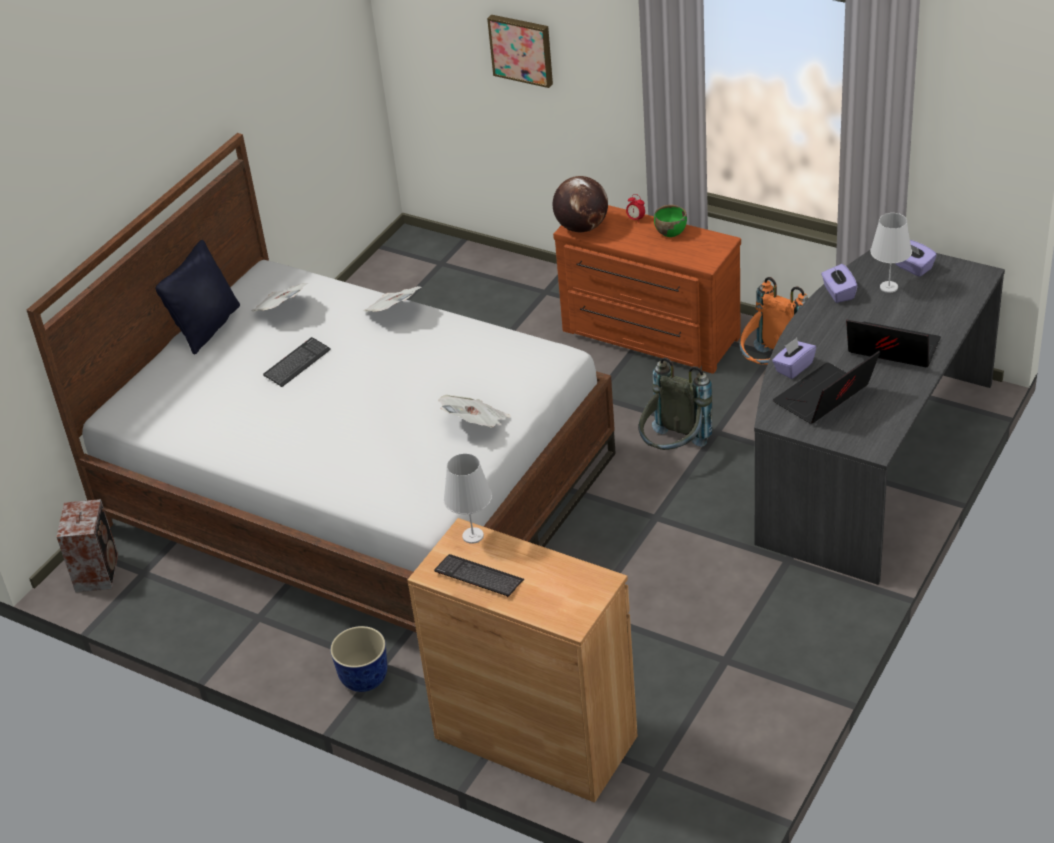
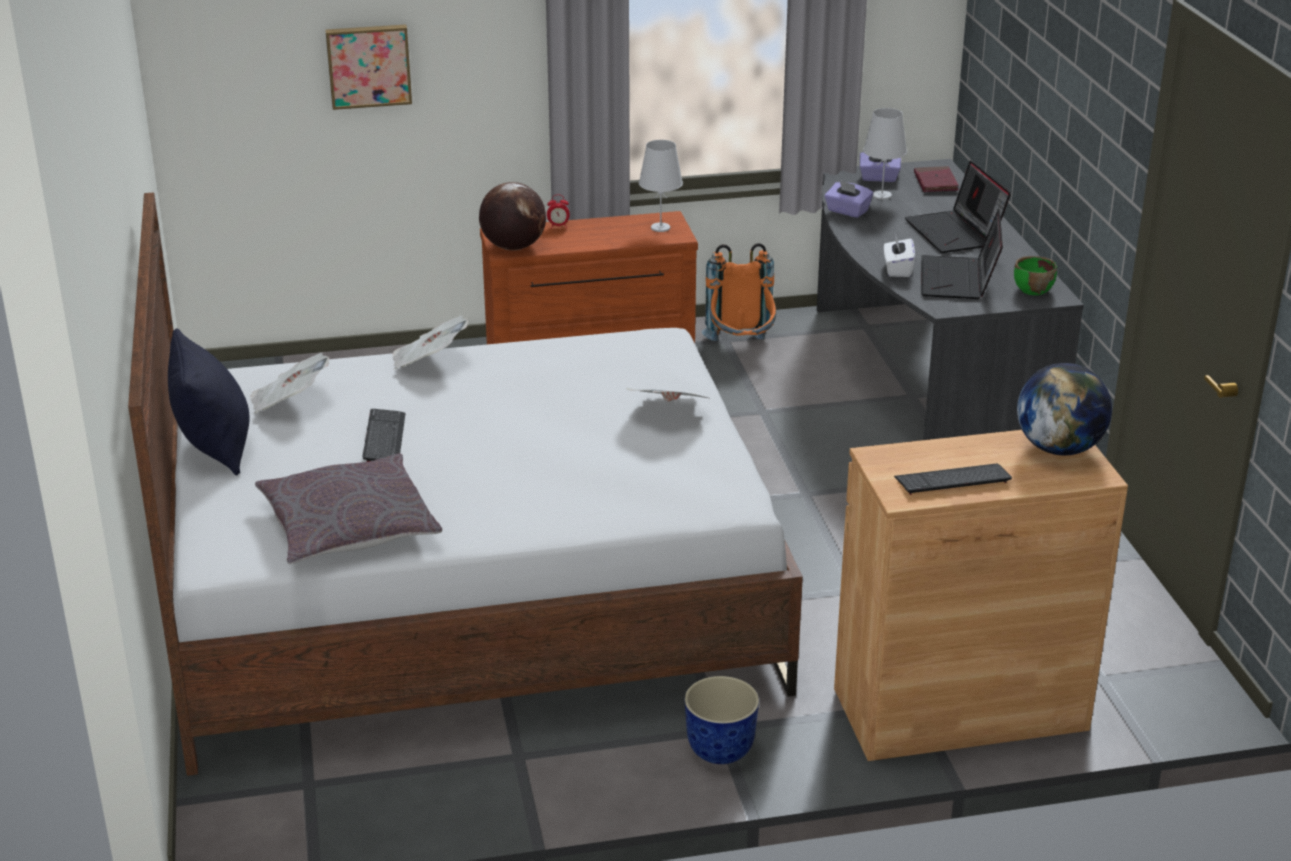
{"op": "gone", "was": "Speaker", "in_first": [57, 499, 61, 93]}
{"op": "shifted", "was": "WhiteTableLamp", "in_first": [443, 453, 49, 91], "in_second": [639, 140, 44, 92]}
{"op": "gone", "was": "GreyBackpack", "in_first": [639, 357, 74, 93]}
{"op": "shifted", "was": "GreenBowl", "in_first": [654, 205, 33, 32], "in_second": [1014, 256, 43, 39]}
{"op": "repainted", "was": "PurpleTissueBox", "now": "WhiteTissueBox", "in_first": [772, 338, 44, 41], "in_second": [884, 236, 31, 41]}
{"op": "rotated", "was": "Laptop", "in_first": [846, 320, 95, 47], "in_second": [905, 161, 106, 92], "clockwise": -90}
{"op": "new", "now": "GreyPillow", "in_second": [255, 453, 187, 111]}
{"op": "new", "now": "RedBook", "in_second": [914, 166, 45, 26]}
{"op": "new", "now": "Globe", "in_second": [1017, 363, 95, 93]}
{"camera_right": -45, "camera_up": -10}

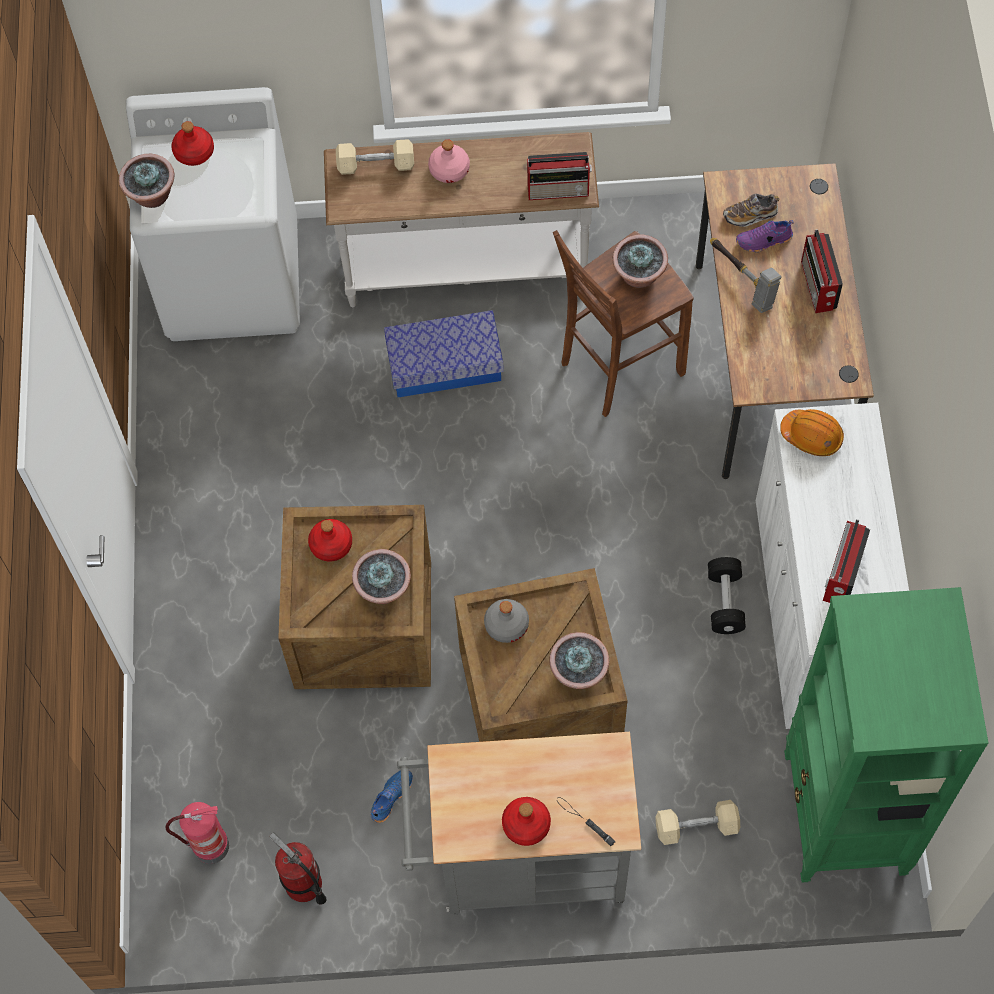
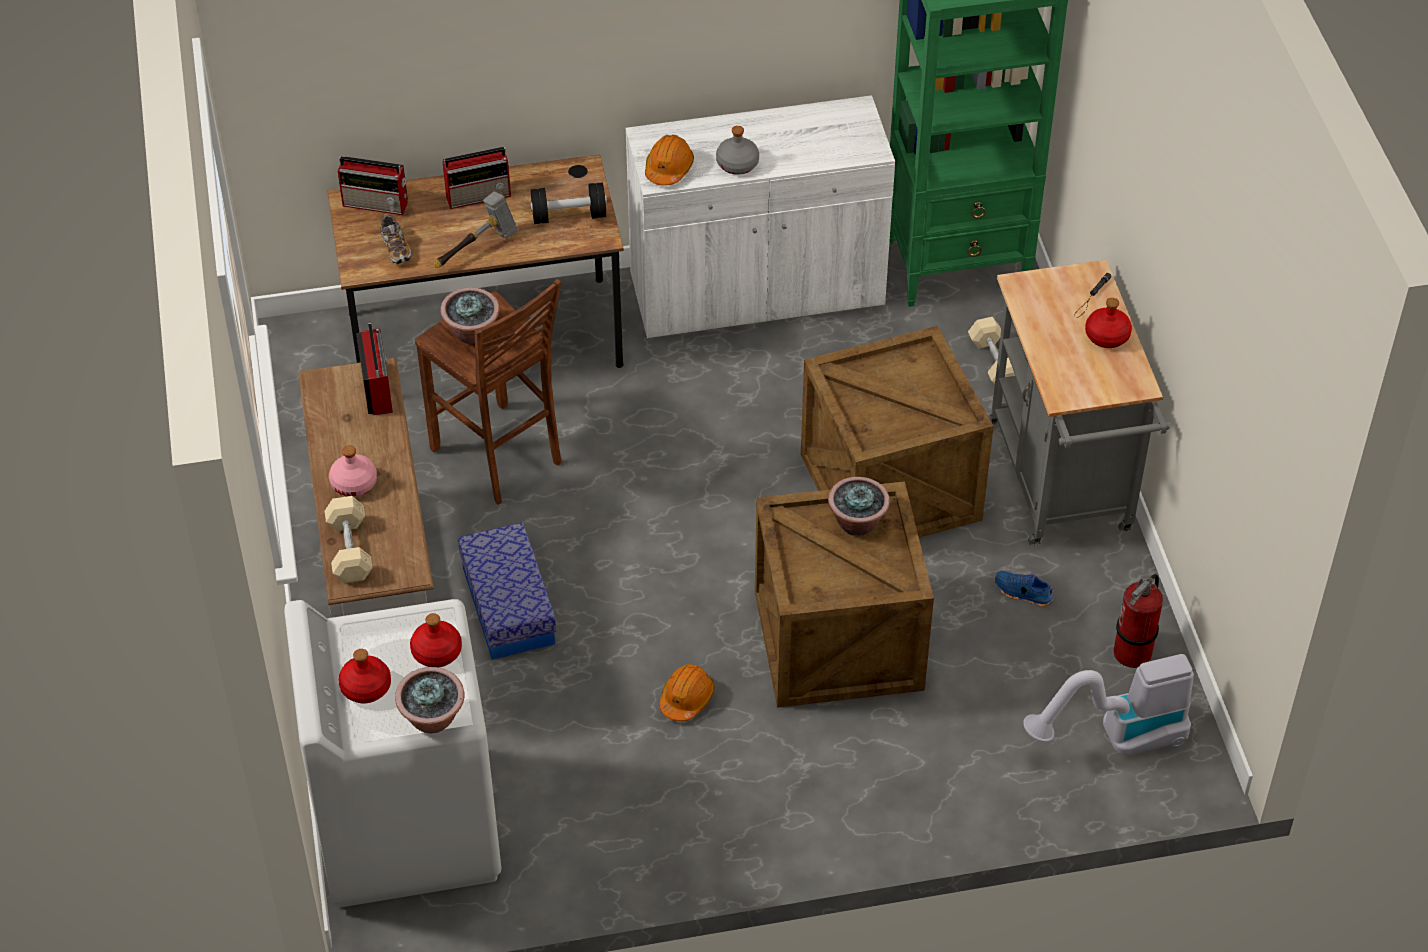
{"op": "swapped", "was": "FireExtinguisher", "now": "VacuumCleaner", "in_first": [166, 802, 63, 62], "in_second": [1023, 654, 171, 101]}
{"op": "shifted", "was": "RedBottle", "in_first": [308, 519, 44, 42], "in_second": [410, 613, 52, 55]}
{"op": "shifted", "was": "GreyBottle", "in_first": [484, 599, 45, 44], "in_second": [716, 126, 43, 49]}
{"op": "gone", "was": "PottedPlant", "in_first": [549, 632, 60, 57]}
{"op": "shifted", "was": "BlackDumbbell", "in_first": [708, 557, 38, 77], "in_second": [530, 182, 77, 42]}
{"op": "gone", "was": "PurpleShoe", "in_first": [736, 220, 58, 32]}
{"op": "shifted", "was": "Radio", "in_first": [823, 519, 47, 84], "in_second": [338, 157, 70, 58]}
{"op": "new", "now": "OrangeHardHat", "in_second": [659, 664, 55, 57]}
{"camera_right": -100, "camera_up": -15}

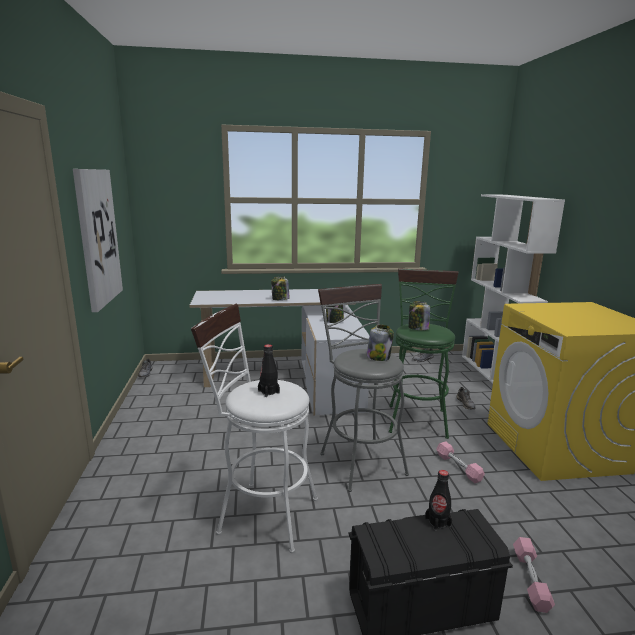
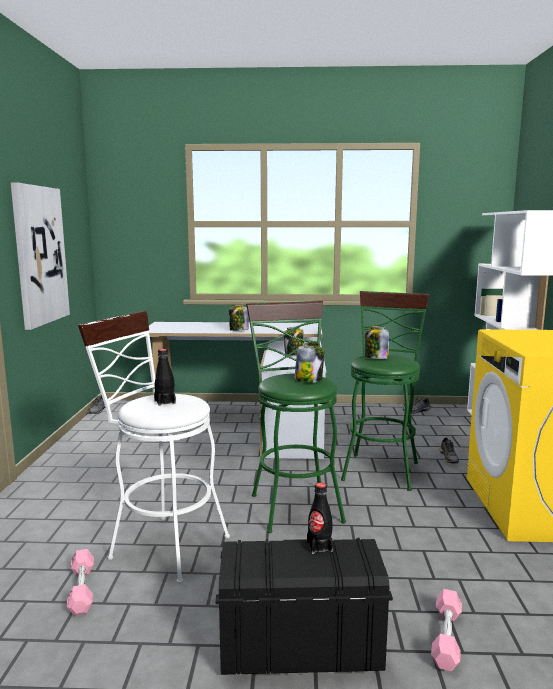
{"op": "repainted", "was": "GreyStool", "now": "GreenStool", "in_first": [318, 284, 91, 208], "in_second": [246, 301, 100, 232]}
{"op": "shifted", "was": "PinkDumbbell", "in_first": [437, 441, 48, 42], "in_second": [66, 549, 28, 67]}
{"camera_right": 10, "camera_up": -5}

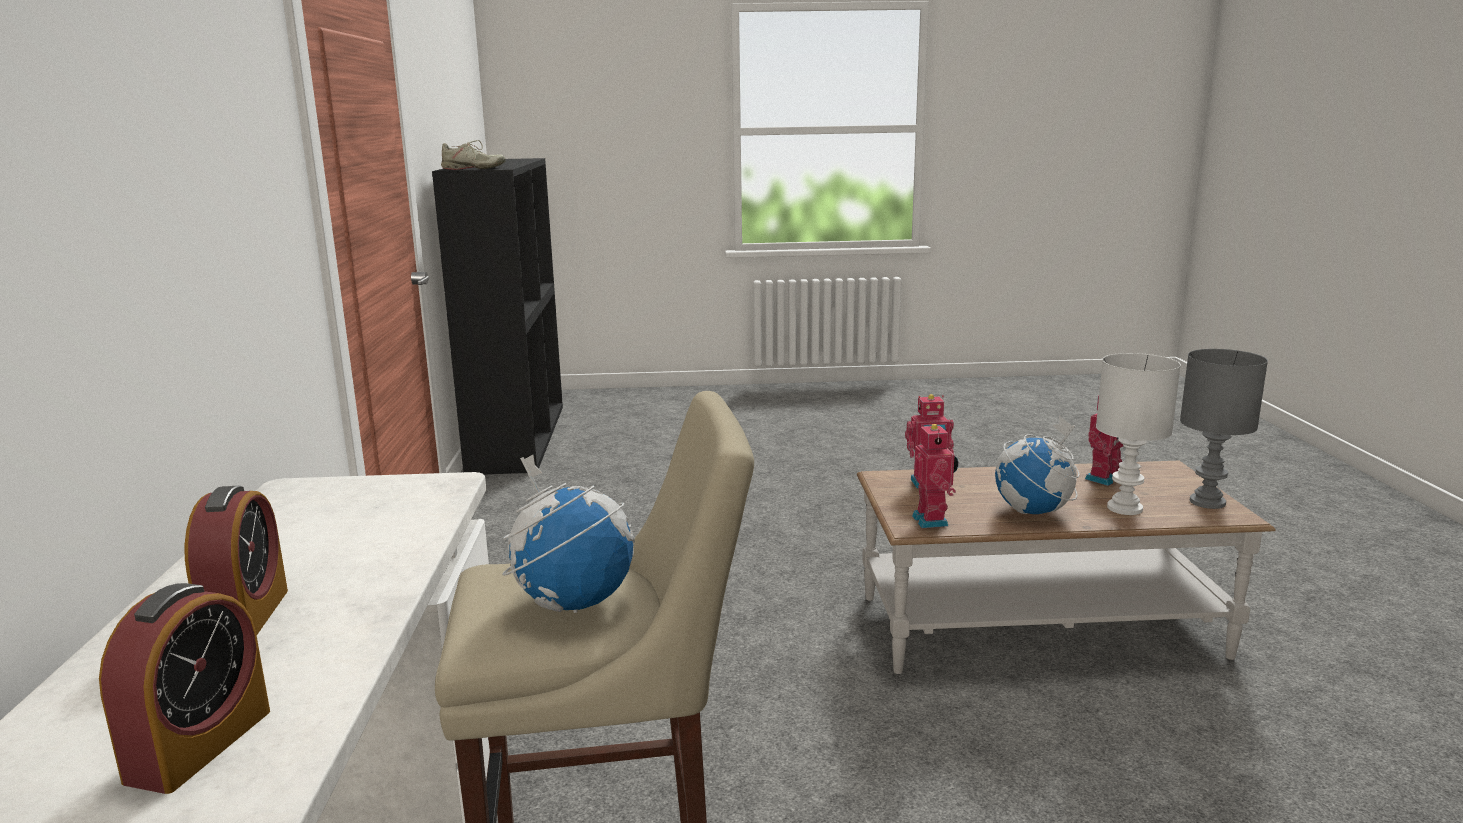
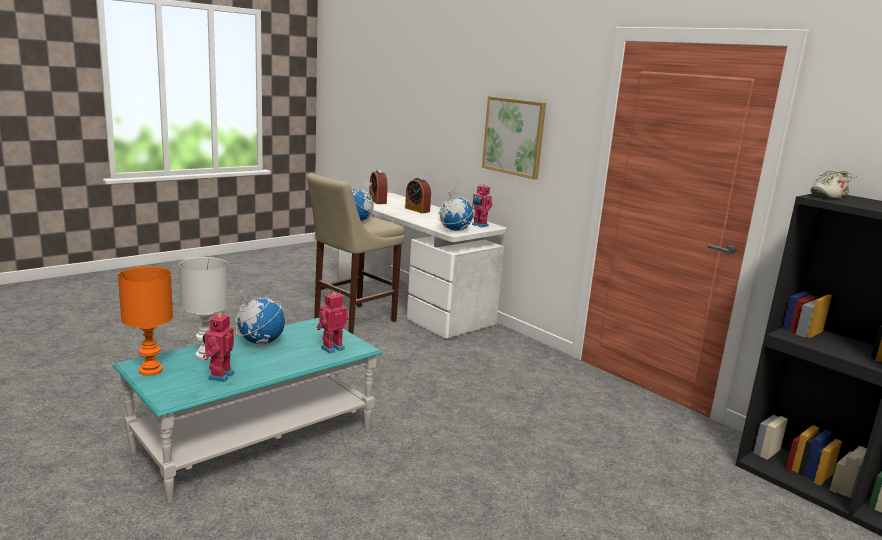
{"op": "repainted", "was": "BrownCoffeeTable", "now": "TurquoiseCoffeeTable", "in_first": [857, 461, 419, 213], "in_second": [113, 317, 270, 186]}
{"op": "shifted", "was": "ToyRobot", "in_first": [912, 422, 46, 106], "in_second": [472, 184, 21, 44]}
{"op": "repainted", "was": "GreyTableLamp", "now": "OrangeTableLamp", "in_first": [1180, 349, 88, 160], "in_second": [118, 267, 55, 109]}
{"op": "new", "now": "Globe", "in_second": [438, 189, 36, 42]}
{"op": "new", "now": "Picture", "in_second": [482, 96, 64, 83]}
{"camera_right": 140, "camera_up": 0}

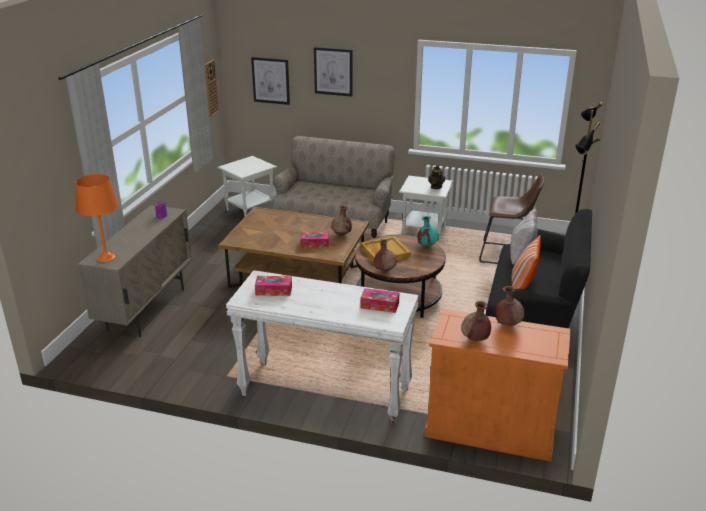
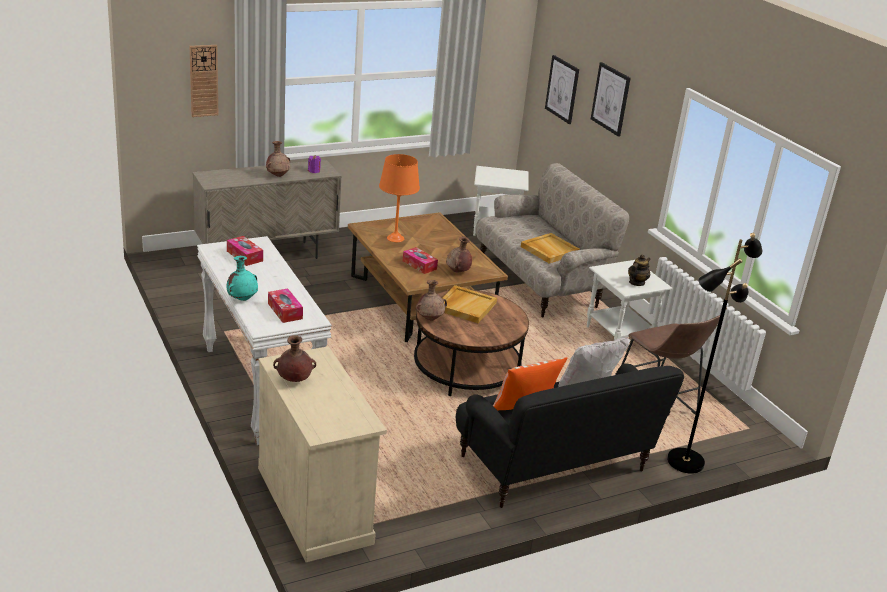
{"op": "shifted", "was": "OrangeTableLamp", "in_first": [75, 174, 44, 88], "in_second": [379, 154, 41, 88]}
{"op": "shifted", "was": "WallClock", "in_first": [205, 59, 14, 58], "in_second": [190, 45, 28, 72]}
{"op": "shifted", "was": "TurquoiseVase", "in_first": [417, 216, 22, 30], "in_second": [226, 256, 32, 45]}
{"op": "repainted", "was": "OrangeCabinet", "now": "BeigeCabinet", "in_first": [425, 309, 146, 153], "in_second": [258, 346, 129, 216]}
{"op": "shifted", "was": "BrownVase", "in_first": [495, 286, 29, 40], "in_second": [266, 141, 24, 36]}
{"op": "new", "now": "BeigeTray", "in_second": [521, 233, 59, 31]}
{"camera_right": 45, "camera_up": 0}

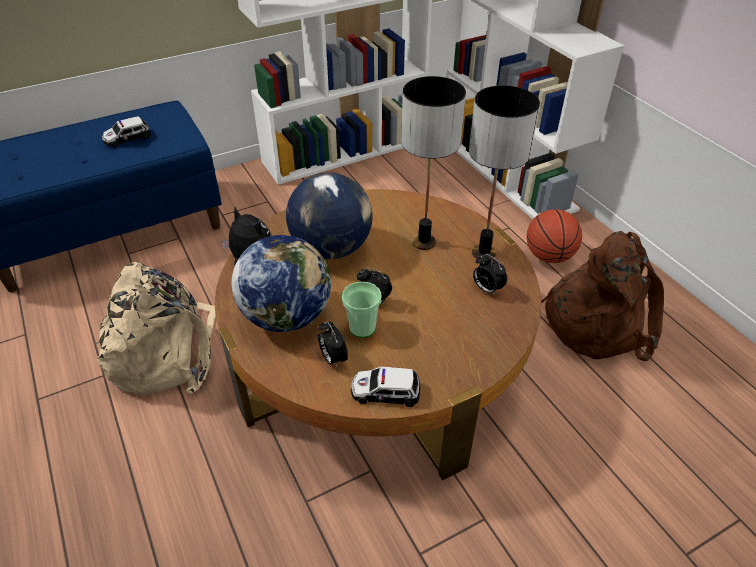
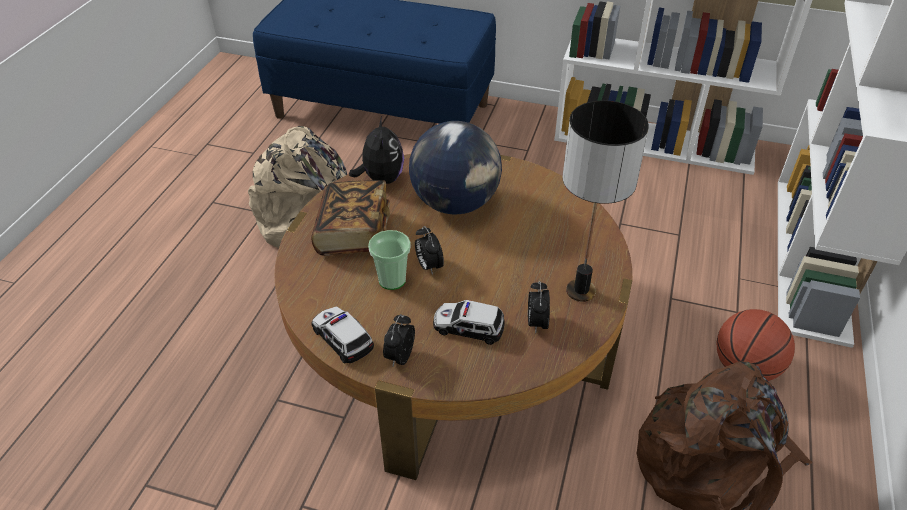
{"op": "shifted", "was": "ToyCar", "in_first": [102, 116, 49, 31], "in_second": [433, 300, 71, 45]}
{"op": "swapped", "was": "Globe", "now": "Book", "in_first": [232, 235, 99, 97], "in_second": [311, 180, 79, 76]}
{"op": "shifted", "was": "AlarmClock", "in_first": [318, 321, 30, 46], "in_second": [383, 314, 32, 52]}
{"op": "gone", "was": "TableLamp", "in_first": [401, 76, 65, 174]}
{"camera_right": 45, "camera_up": 0}

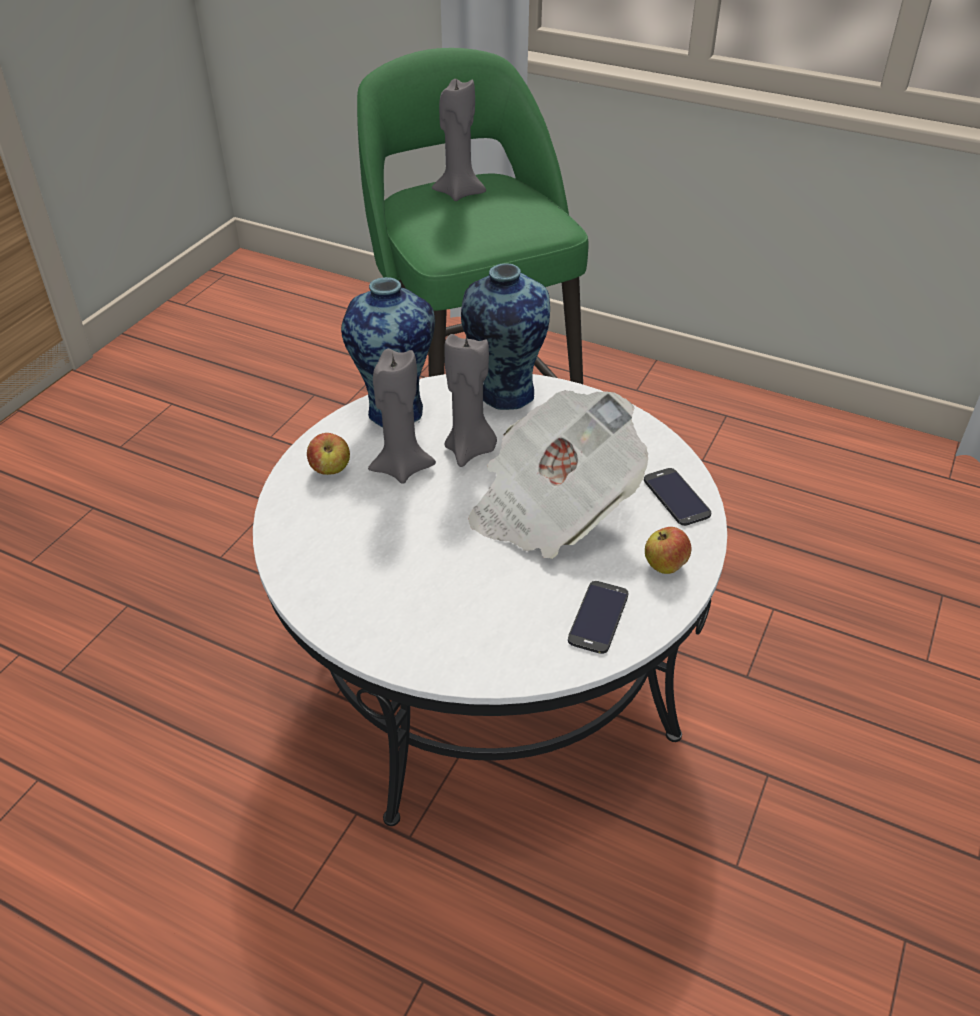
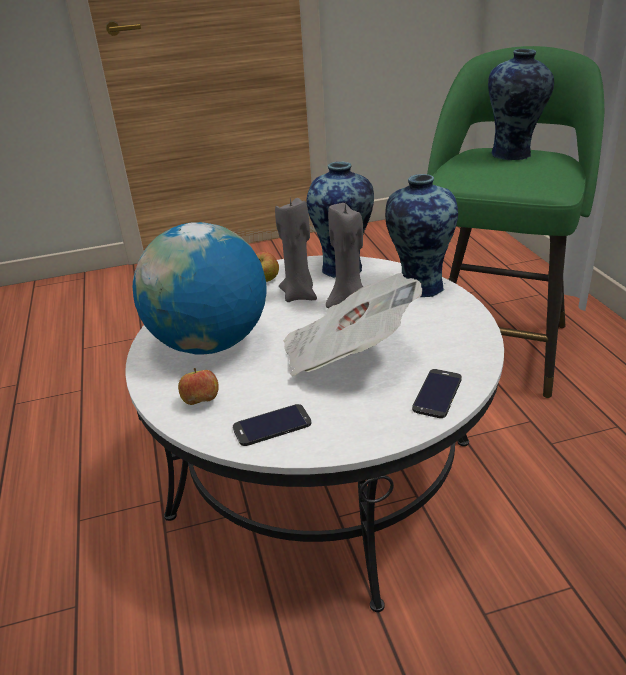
{"op": "swapped", "was": "GreyCandle", "now": "Vase", "in_first": [432, 79, 54, 122], "in_second": [488, 49, 66, 111]}
{"op": "shifted", "was": "Apple", "in_first": [645, 527, 47, 47], "in_second": [178, 368, 41, 37]}
{"op": "new", "now": "Globe", "in_second": [133, 222, 134, 133]}
{"camera_right": 50, "camera_up": -10}

